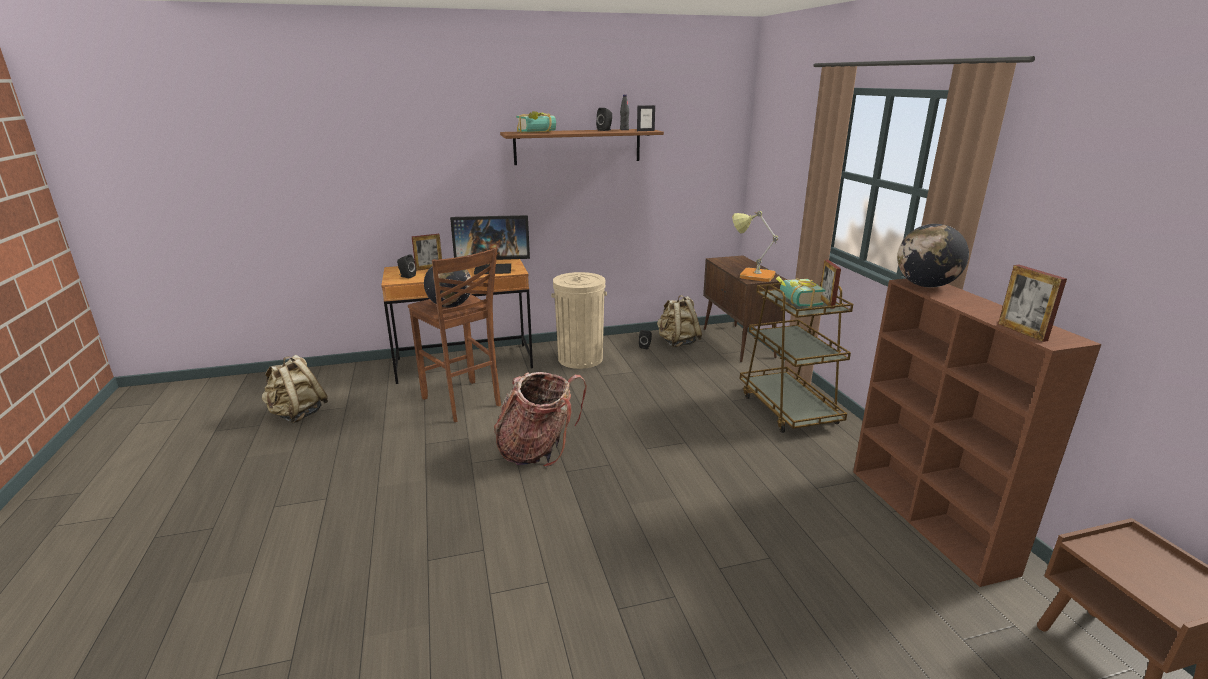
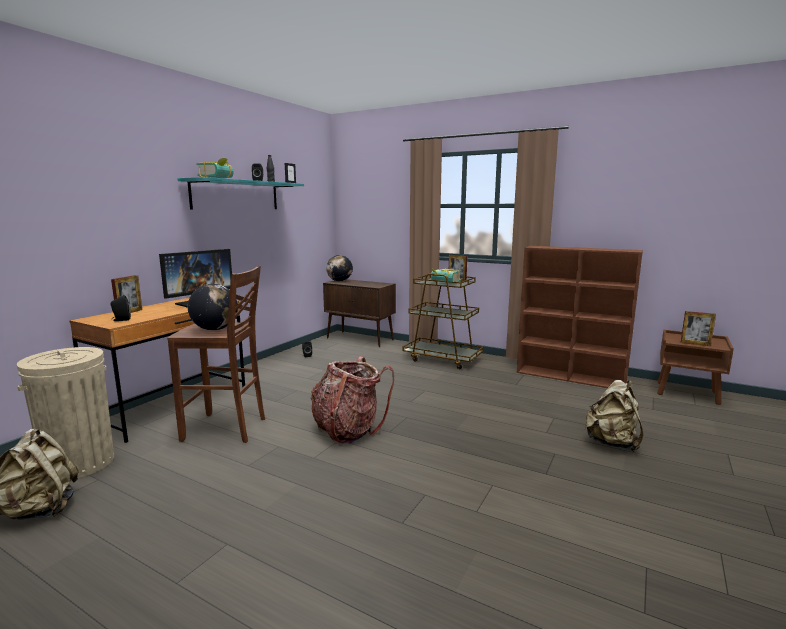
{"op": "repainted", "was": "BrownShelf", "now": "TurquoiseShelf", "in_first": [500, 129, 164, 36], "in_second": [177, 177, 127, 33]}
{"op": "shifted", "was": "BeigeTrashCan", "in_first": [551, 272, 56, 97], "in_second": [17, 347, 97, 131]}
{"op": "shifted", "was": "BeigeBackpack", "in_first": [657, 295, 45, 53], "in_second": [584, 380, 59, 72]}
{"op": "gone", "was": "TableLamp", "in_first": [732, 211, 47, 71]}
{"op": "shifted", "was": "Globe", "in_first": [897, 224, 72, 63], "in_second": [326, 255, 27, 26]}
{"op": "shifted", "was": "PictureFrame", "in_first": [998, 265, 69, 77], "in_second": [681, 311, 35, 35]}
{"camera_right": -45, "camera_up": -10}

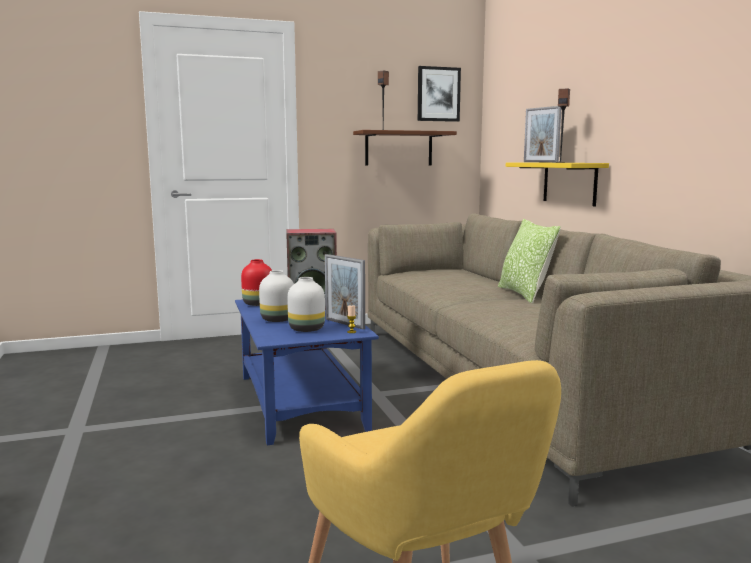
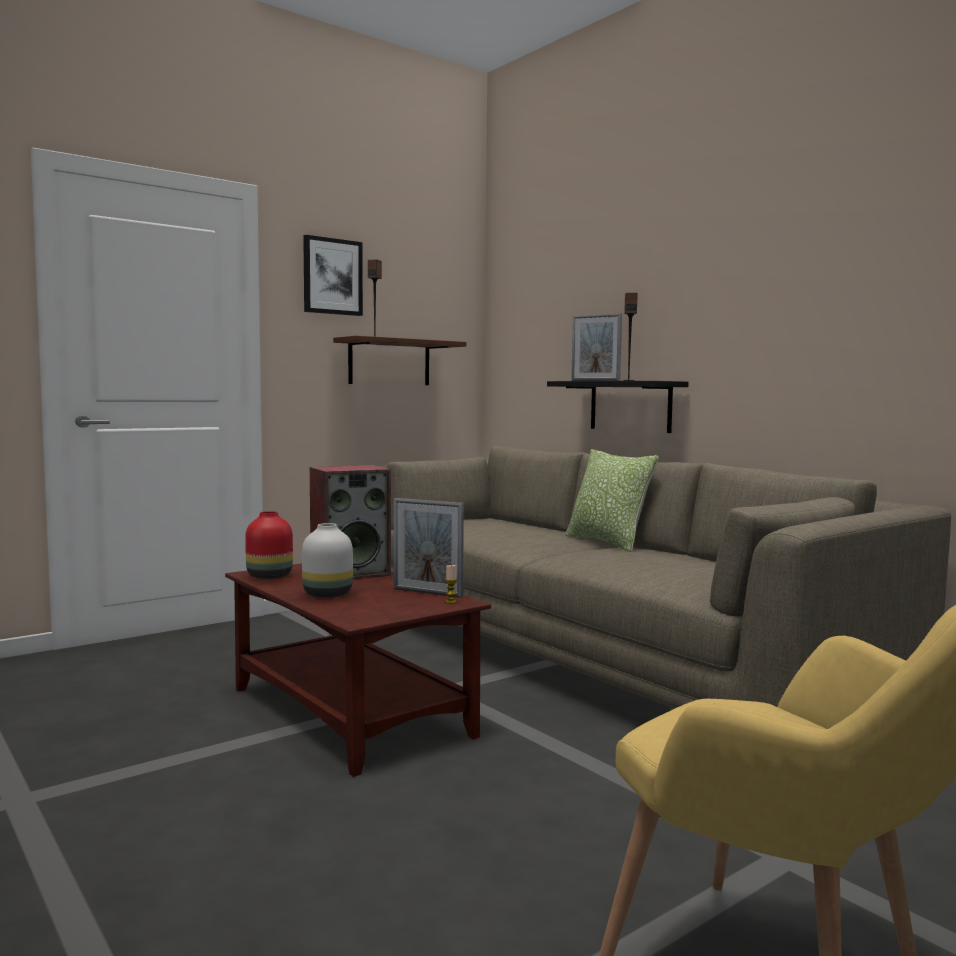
{"op": "repainted", "was": "BlueCoffeeTable", "now": "BrownCoffeeTable", "in_first": [235, 299, 144, 146], "in_second": [225, 563, 266, 214]}
{"op": "gone", "was": "WhiteVase", "in_first": [287, 277, 38, 55]}
{"op": "shifted", "was": "Picture", "in_first": [418, 66, 43, 56], "in_second": [303, 235, 60, 81]}
{"op": "repainted", "was": "YellowShelf", "now": "BlackShelf", "in_first": [506, 163, 103, 43], "in_second": [547, 381, 142, 52]}
{"camera_right": -20, "camera_up": -5}

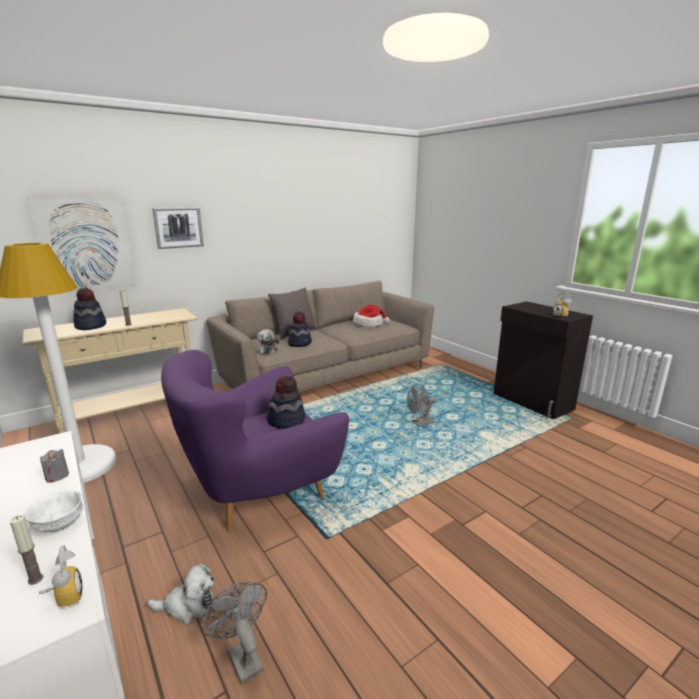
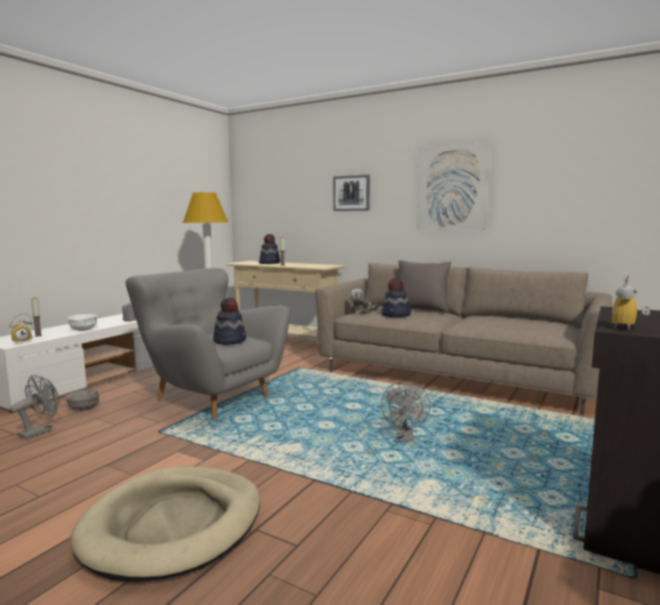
{"op": "shifted", "was": "Picture", "in_first": [27, 197, 109, 97], "in_second": [417, 142, 74, 88]}
{"op": "swapped", "was": "PlushToy", "now": "GreyBowl", "in_first": [147, 564, 67, 61], "in_second": [65, 390, 35, 20]}
{"op": "repainted", "was": "PurpleArmchair", "now": "GreyArmchair", "in_first": [161, 350, 188, 182], "in_second": [126, 268, 164, 152]}
{"op": "gone", "was": "Hat", "in_first": [353, 305, 37, 22]}
{"op": "rotated", "was": "GreyFan", "in_first": [407, 384, 30, 43], "in_second": [381, 381, 49, 61], "clockwise": -120}
{"op": "new", "now": "BeigeDogBed", "in_second": [70, 466, 190, 116]}
{"camera_right": 65, "camera_up": -10}

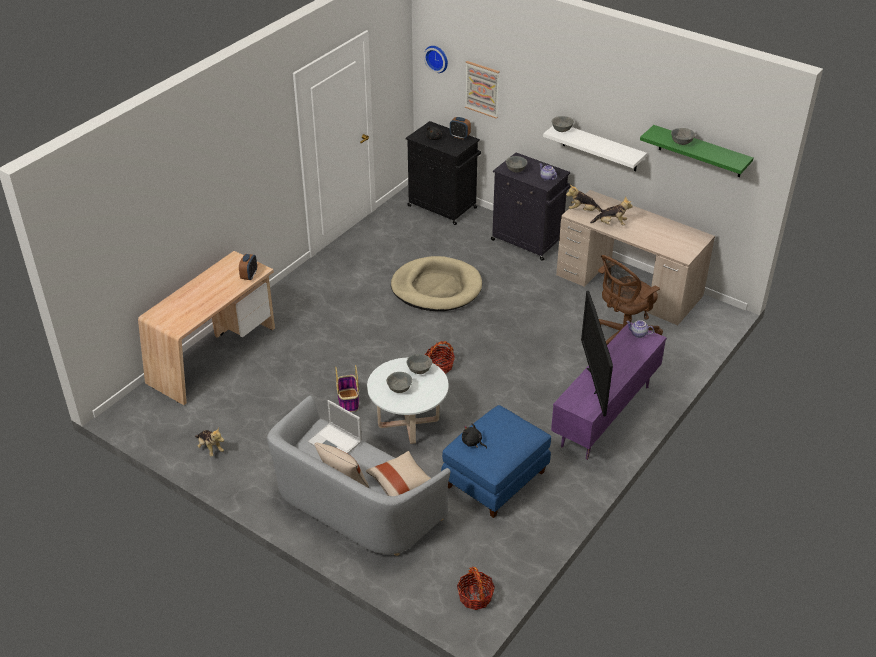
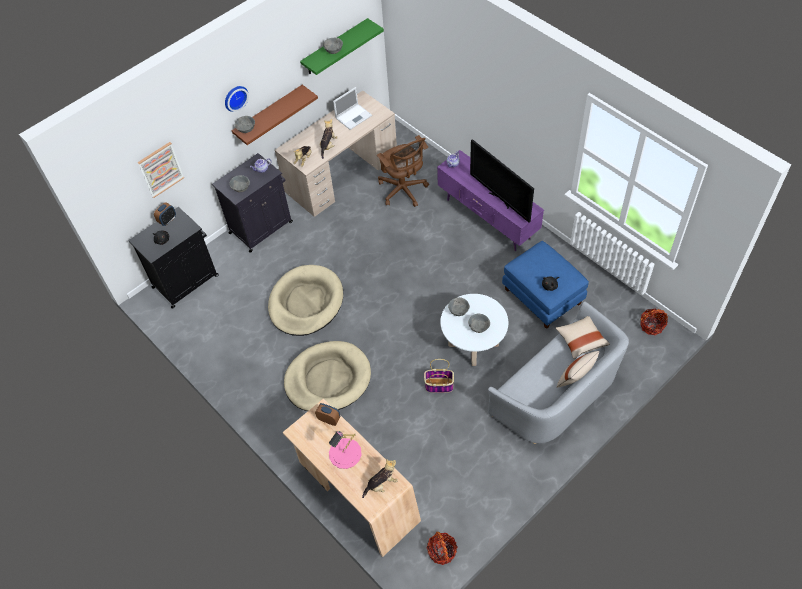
{"op": "shifted", "was": "PlushToy", "in_first": [195, 428, 29, 29], "in_second": [362, 459, 36, 39]}
{"op": "shifted", "was": "Laptop", "in_first": [308, 400, 54, 54], "in_second": [333, 87, 39, 43]}
{"op": "shifted", "was": "WallClock", "in_first": [424, 46, 24, 27], "in_second": [225, 86, 24, 26]}
{"op": "shifted", "was": "Basket", "in_first": [425, 341, 30, 33], "in_second": [426, 532, 31, 33]}
{"op": "repainted", "was": "WhiteShelf", "now": "BrownShelf", "in_first": [543, 126, 104, 45], "in_second": [232, 85, 86, 60]}
{"op": "rotated", "was": "Television", "in_first": [581, 291, 32, 125], "in_second": [470, 139, 64, 84], "clockwise": 45}
{"op": "new", "now": "BeigeDogBed", "in_second": [284, 341, 87, 70]}
{"op": "new", "now": "PinkTableLamp", "in_second": [329, 431, 33, 38]}
{"camera_right": -75, "camera_up": 15}

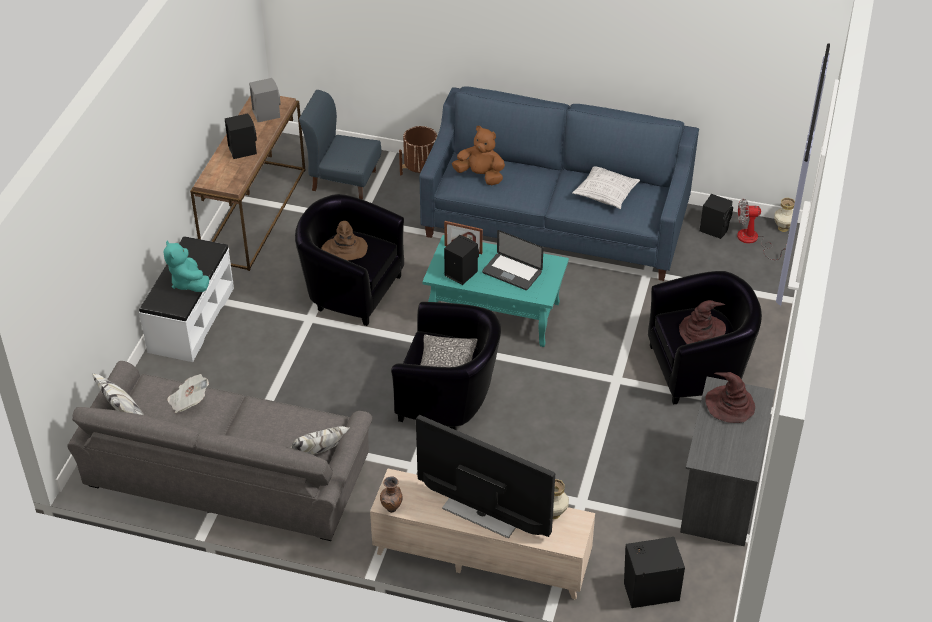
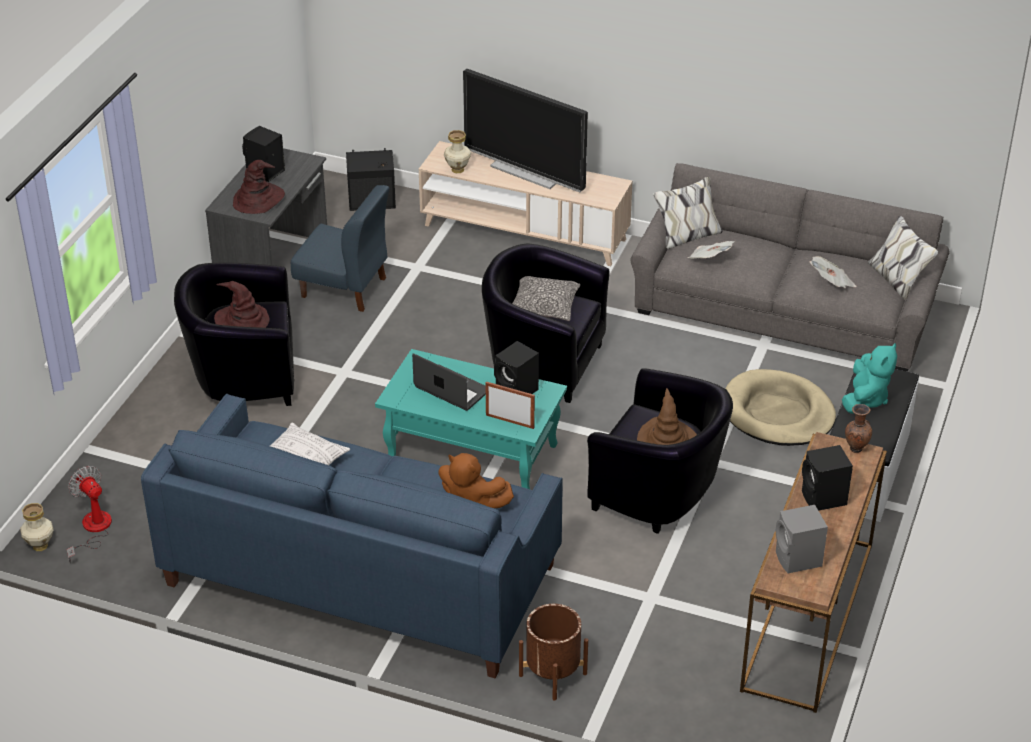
{"op": "rotated", "was": "TurquoisePlushToy", "in_first": [163, 240, 47, 52], "in_second": [842, 343, 55, 70], "clockwise": 45}
{"op": "shifted", "was": "BlueChair", "in_first": [299, 90, 82, 110], "in_second": [291, 185, 99, 127]}
{"op": "shifted", "was": "BrownVase", "in_first": [380, 476, 23, 37], "in_second": [845, 404, 27, 49]}
{"op": "shifted", "was": "BlackSpeaker", "in_first": [700, 194, 33, 45], "in_second": [242, 126, 43, 56]}
{"op": "rotated", "was": "Fan", "in_first": [737, 199, 50, 61], "in_second": [67, 466, 45, 97], "clockwise": -135}
{"op": "new", "now": "Newspaper", "in_second": [688, 241, 47, 18]}
{"op": "new", "now": "BeigeDogBed", "in_second": [725, 369, 111, 77]}
{"camera_right": -175, "camera_up": -5}

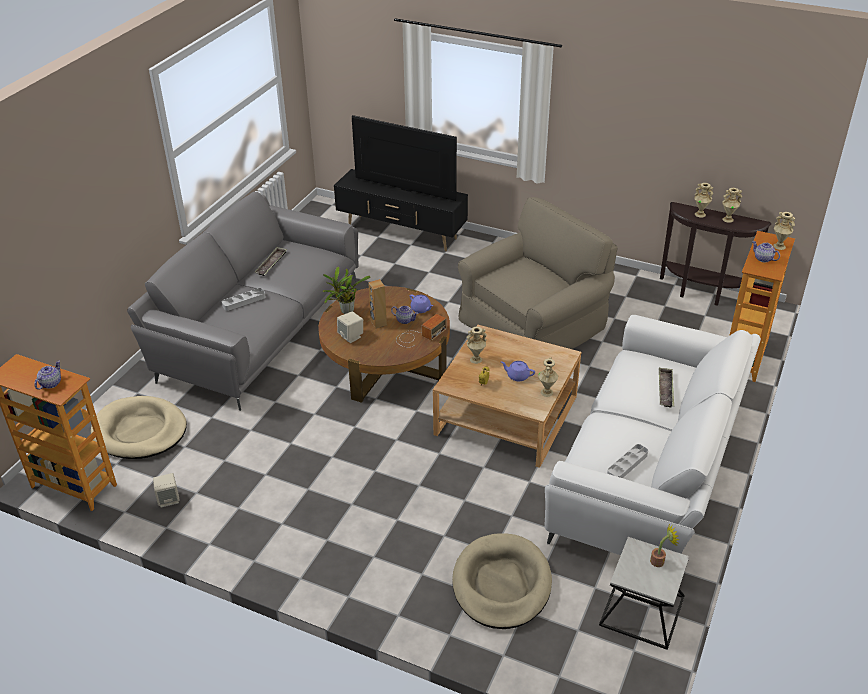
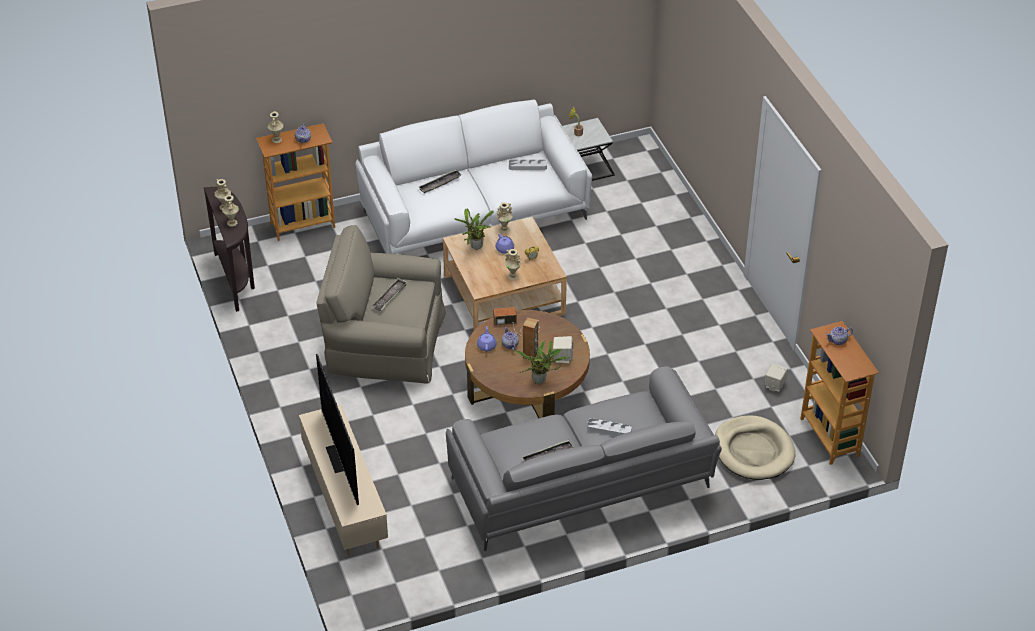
{"op": "repainted", "was": "BlackTvStand", "now": "BeigeTvStand", "in_first": [334, 169, 134, 83], "in_second": [299, 404, 89, 153]}
{"op": "gone", "was": "BeigeDogBed", "in_first": [452, 533, 100, 96]}
{"op": "new", "now": "Tray", "in_second": [372, 278, 35, 33]}
{"op": "new", "now": "PottedPlant", "in_second": [454, 208, 40, 42]}
{"camera_right": -135, "camera_up": 5}

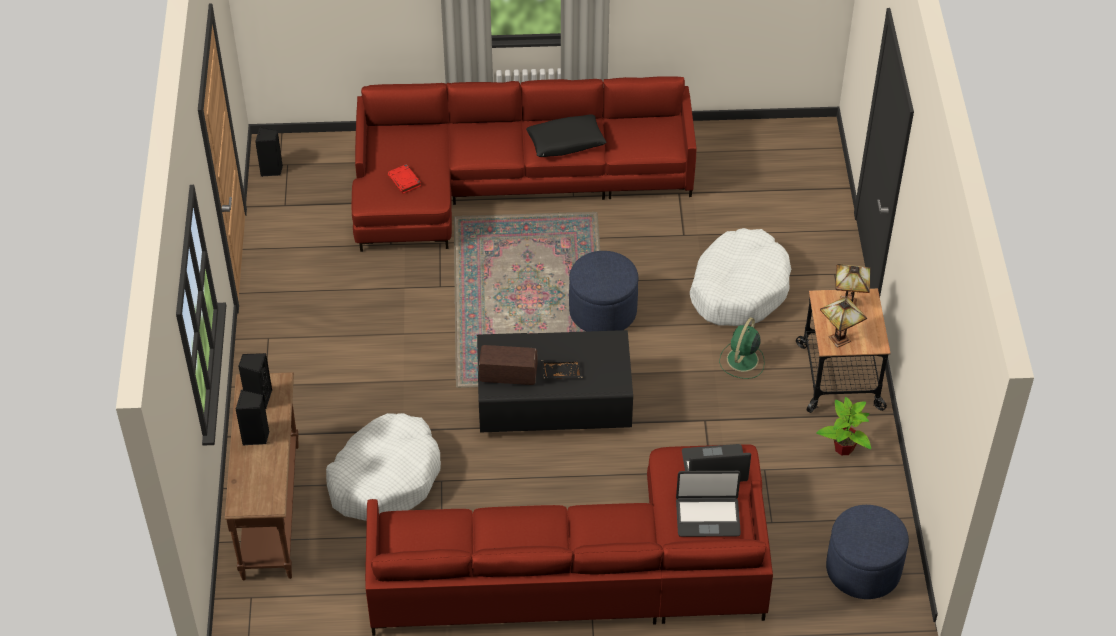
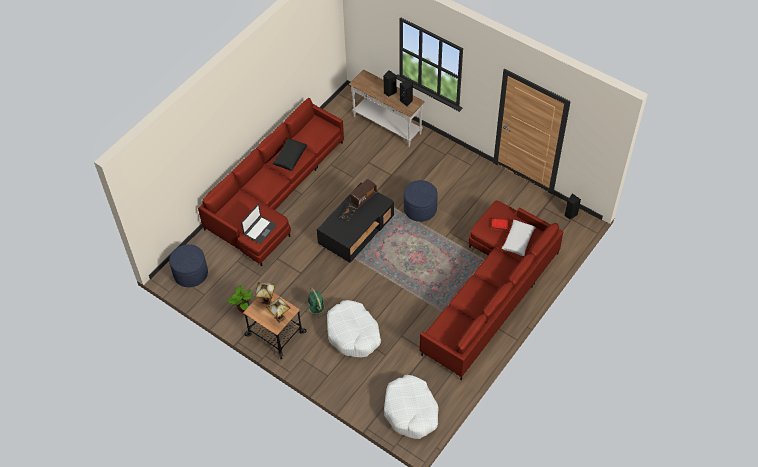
{"op": "repainted", "was": "BrownConsoleTable", "now": "WhiteConsoleTable", "in_first": [225, 372, 74, 208], "in_second": [348, 70, 77, 77]}
{"op": "shifted", "was": "WhiteDogBed", "in_first": [326, 413, 115, 108], "in_second": [384, 375, 55, 64]}
{"op": "shifted", "was": "BlackPillow", "in_first": [526, 114, 80, 43], "in_second": [272, 138, 36, 33]}
{"op": "shifted", "was": "BlueOttoman", "in_first": [569, 251, 69, 81], "in_second": [404, 180, 34, 42]}
{"op": "gone", "was": "Laptop", "in_first": [676, 471, 65, 66]}
{"op": "new", "now": "WhitePillow", "in_second": [502, 220, 34, 36]}
{"camera_right": 130, "camera_up": 5}

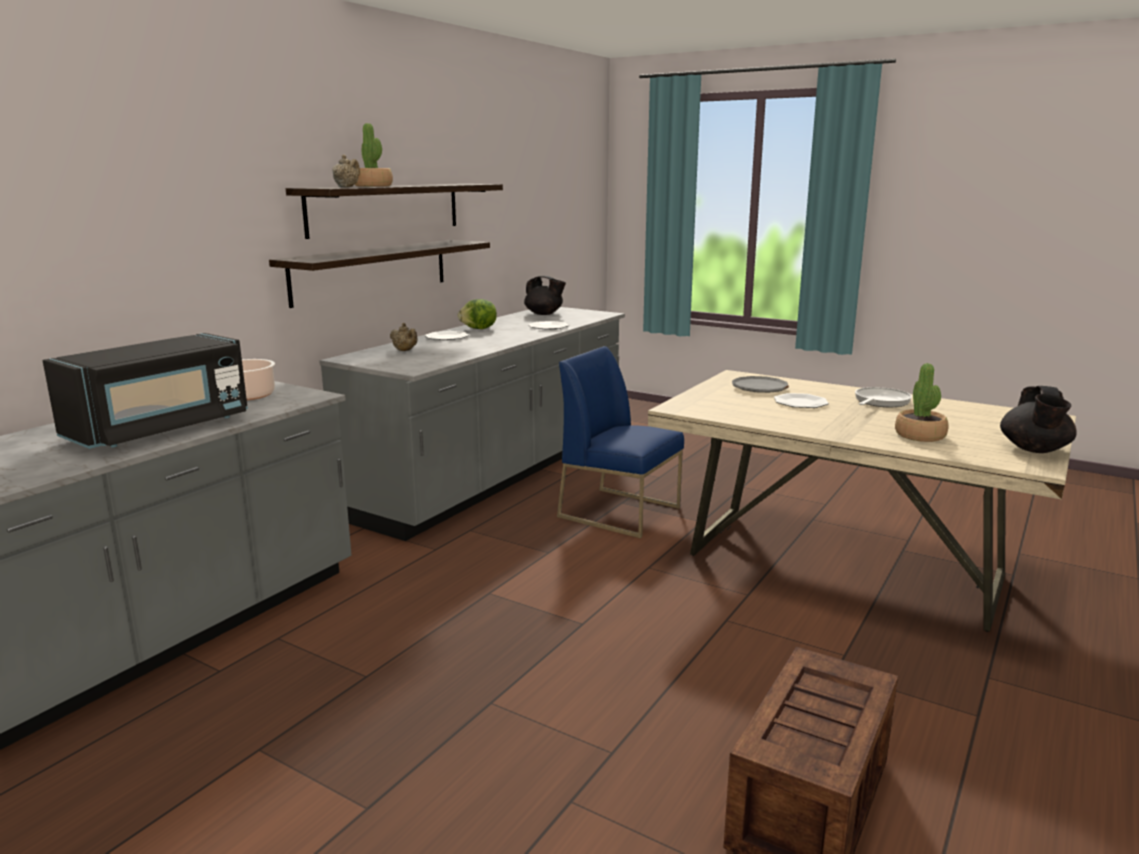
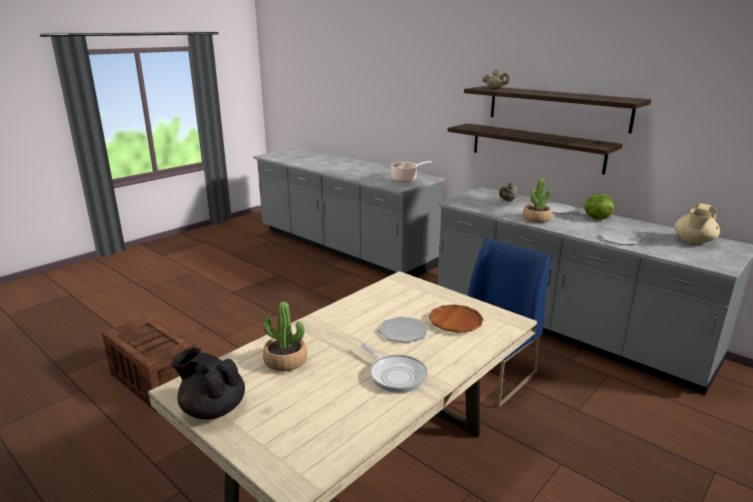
{"op": "gone", "was": "BlackMicrowave", "in_first": [42, 333, 206, 116]}
{"op": "shifted", "was": "PottedPlant", "in_first": [355, 123, 38, 64], "in_second": [523, 178, 29, 45]}
{"op": "repainted", "was": "BlackTeapot", "now": "BeigeTeapot", "in_first": [524, 276, 42, 39], "in_second": [674, 203, 46, 41]}
{"op": "repainted", "was": "GreyPlate", "now": "BrownPlate", "in_first": [732, 376, 57, 17], "in_second": [429, 304, 54, 29]}
{"camera_right": 100, "camera_up": 5}

